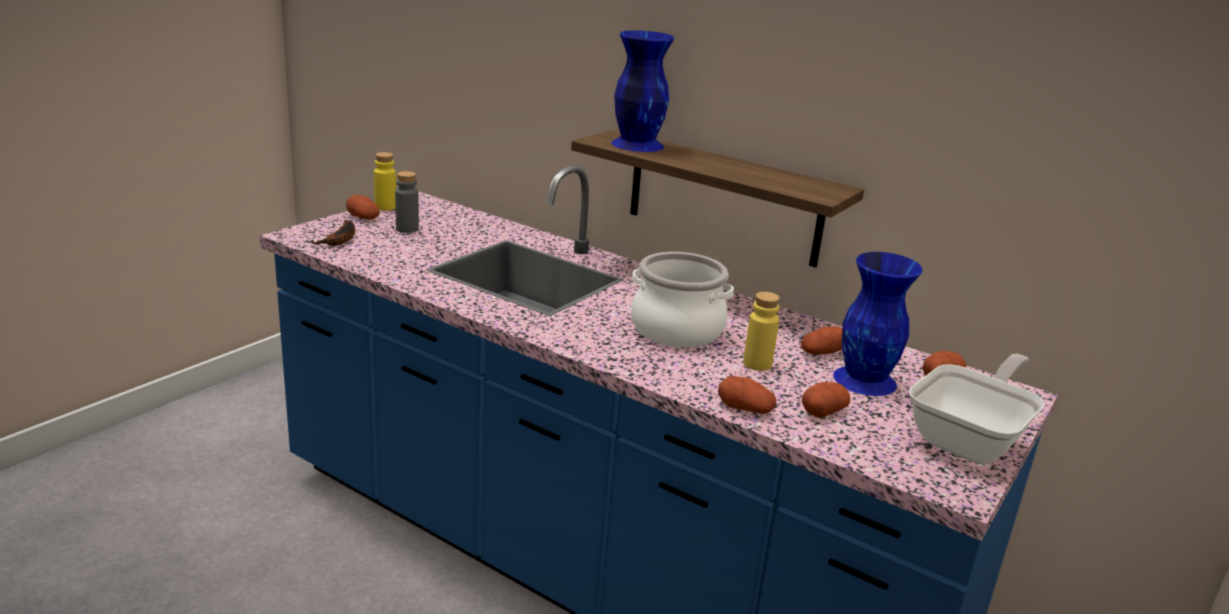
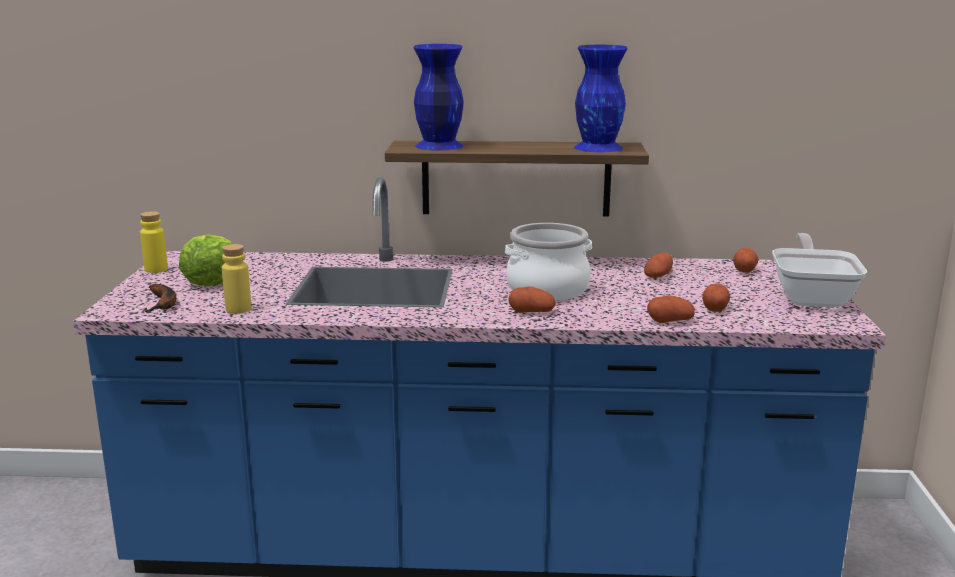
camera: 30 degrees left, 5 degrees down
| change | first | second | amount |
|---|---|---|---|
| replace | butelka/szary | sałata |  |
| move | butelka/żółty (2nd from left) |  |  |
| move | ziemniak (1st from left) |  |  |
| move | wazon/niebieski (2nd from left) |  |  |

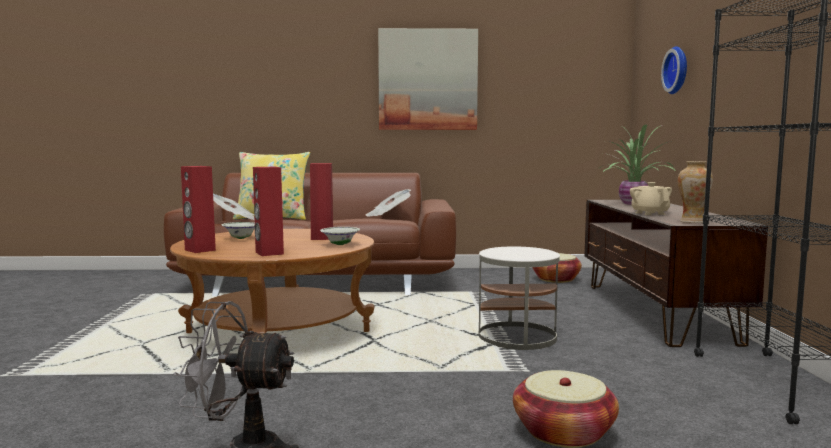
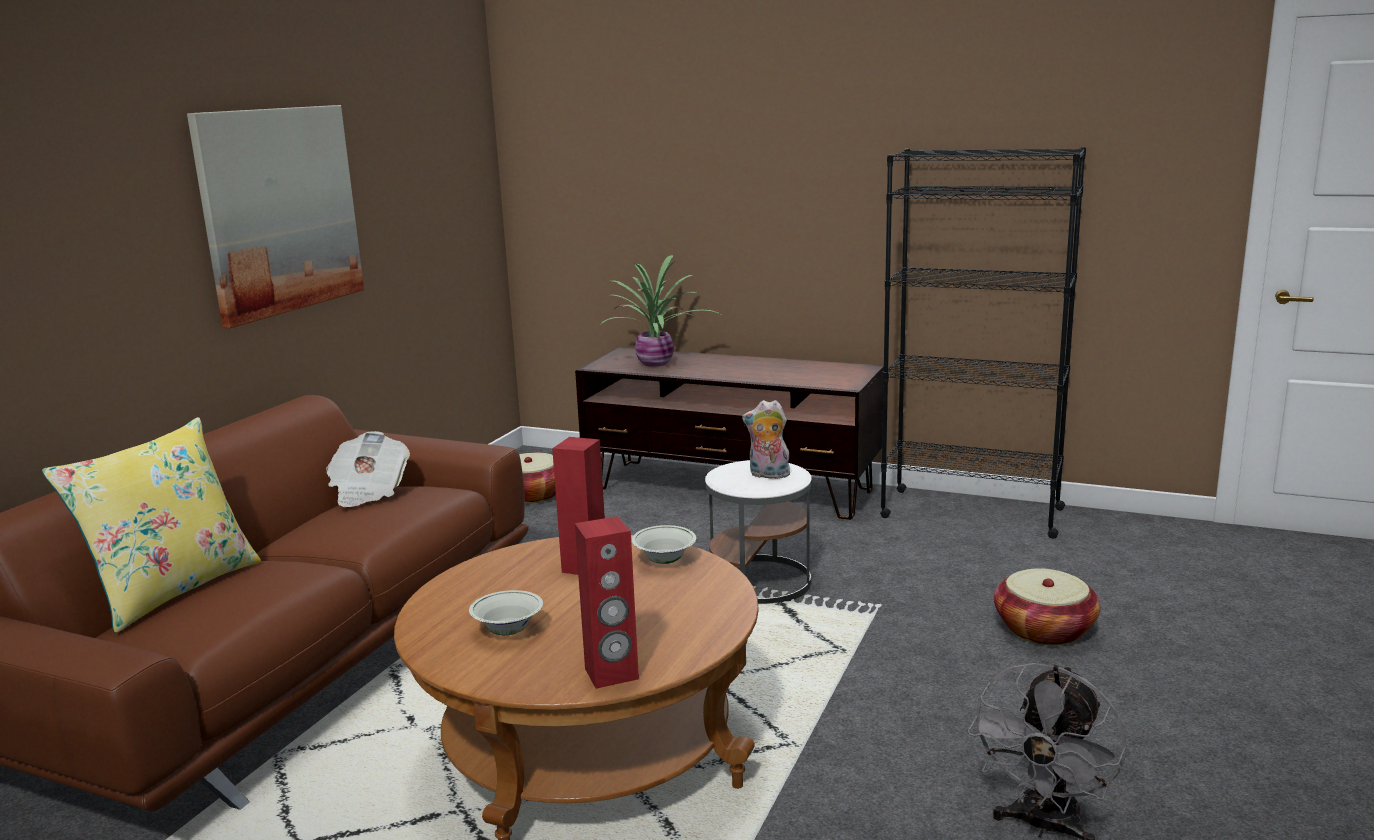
camera: 65 degrees left, 10 degrees up
| change | first | second | amount |
|---|---|---|---|
| insert |  | pluszak |  |
| delete | gazeta (1st from left) |  |  |
| delete | głośnik/czerwony (2nd from left) |  |  |
| delete | imbryk/beżowy |  |  |
| delete | zegar ścienny |  |  |
| delete | wazon |  |  |

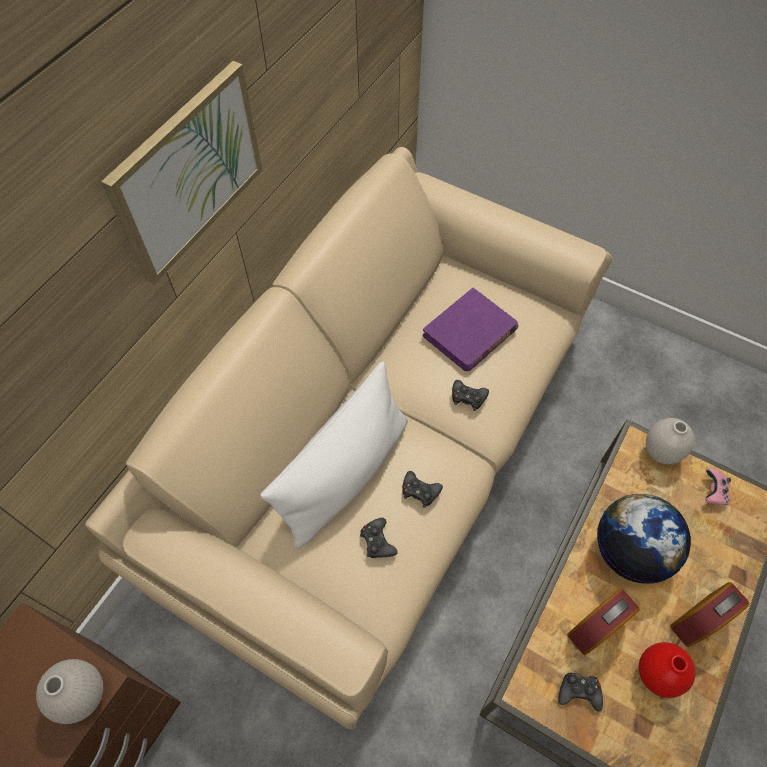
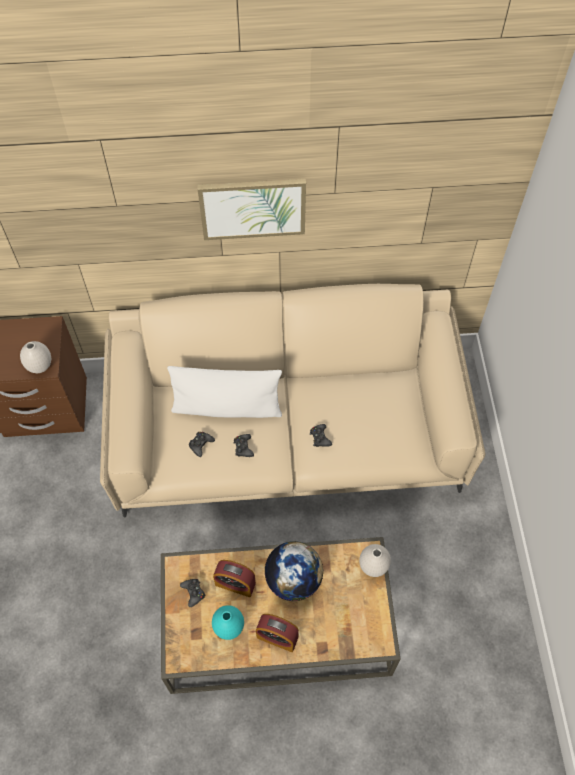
camera: 55 degrees right, 0 degrees up
| change | first | second | amount |
|---|---|---|---|
| recolor | wazon/czerwony | wazon/turkusowy |  |
| delete | książka/fioletowy |  |  |
| delete | pad do gier/różowy |  |  |

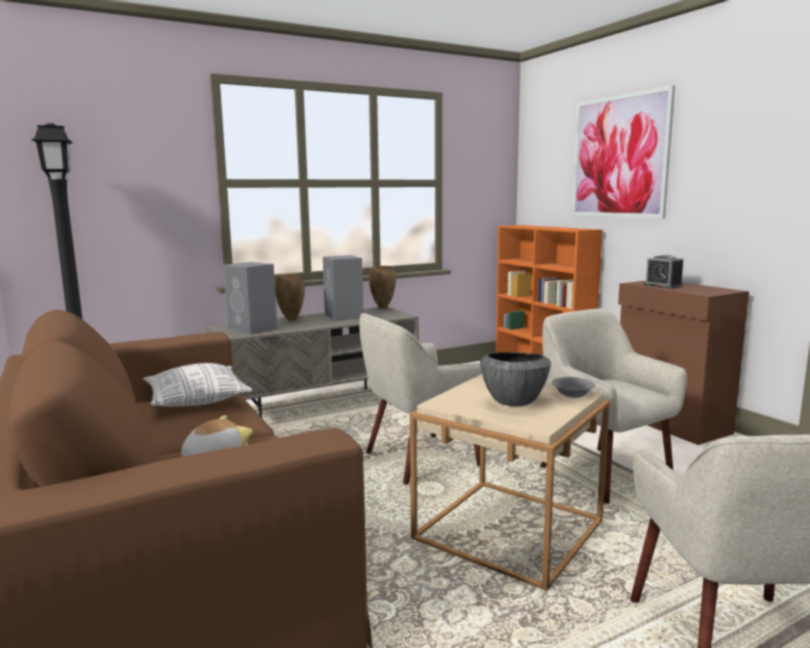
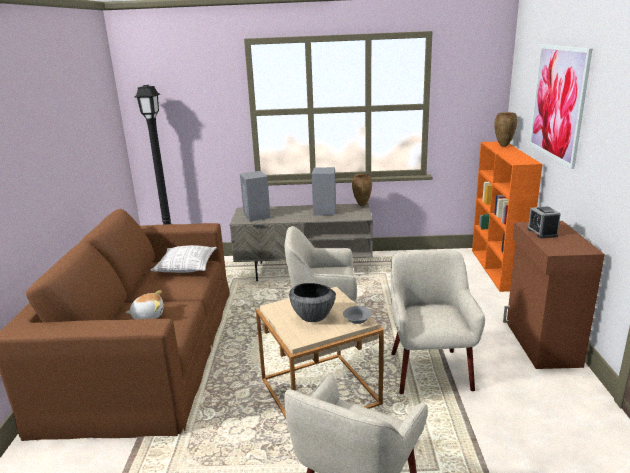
camera: 30 degrees right, 10 degrees up
| change | first | second | amount |
|---|---|---|---|
| move | wazon/brązowy (1st from left in the first image) | wazon/brązowy (2nd from left) |  |

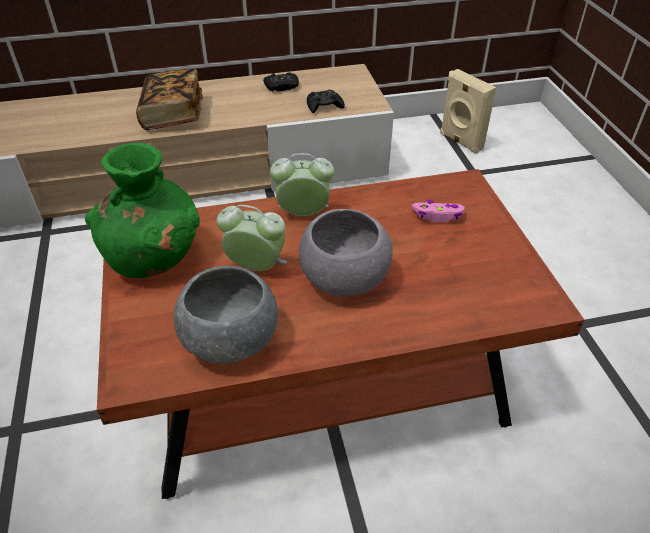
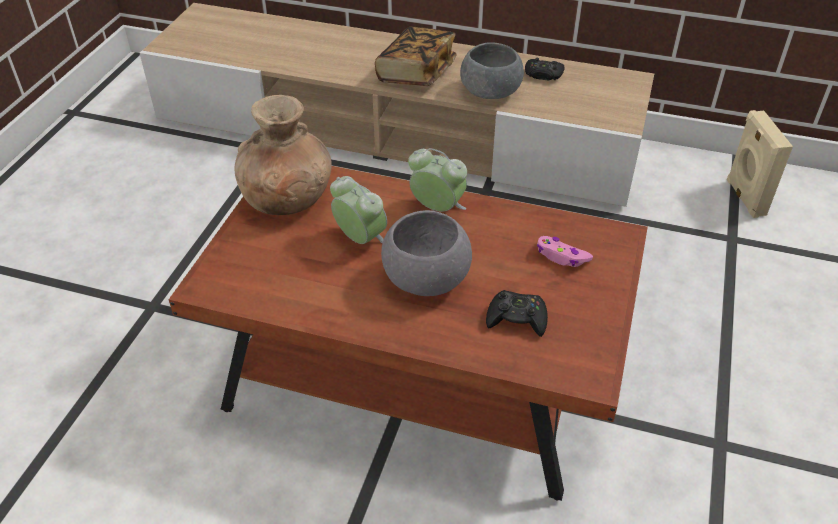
camera: 30 degrees right, 0 degrees up
| change | first | second | amount |
|---|---|---|---|
| recolor | wazon/zielony | wazon/brązowy |  |
| move | miska/szary (1st from left in the first image) | miska/szary (2nd from left) |  |
| move | pad do gier/czarny (2nd from left in the first image) | pad do gier/czarny (1st from left) |  |

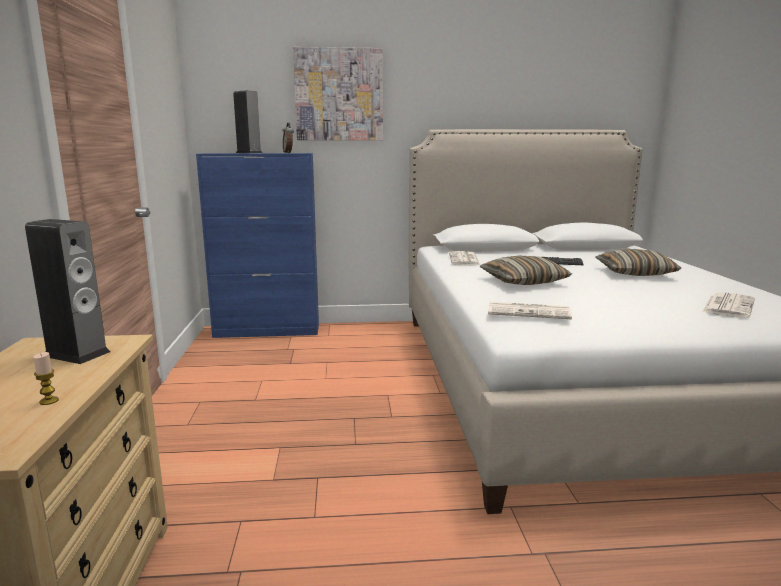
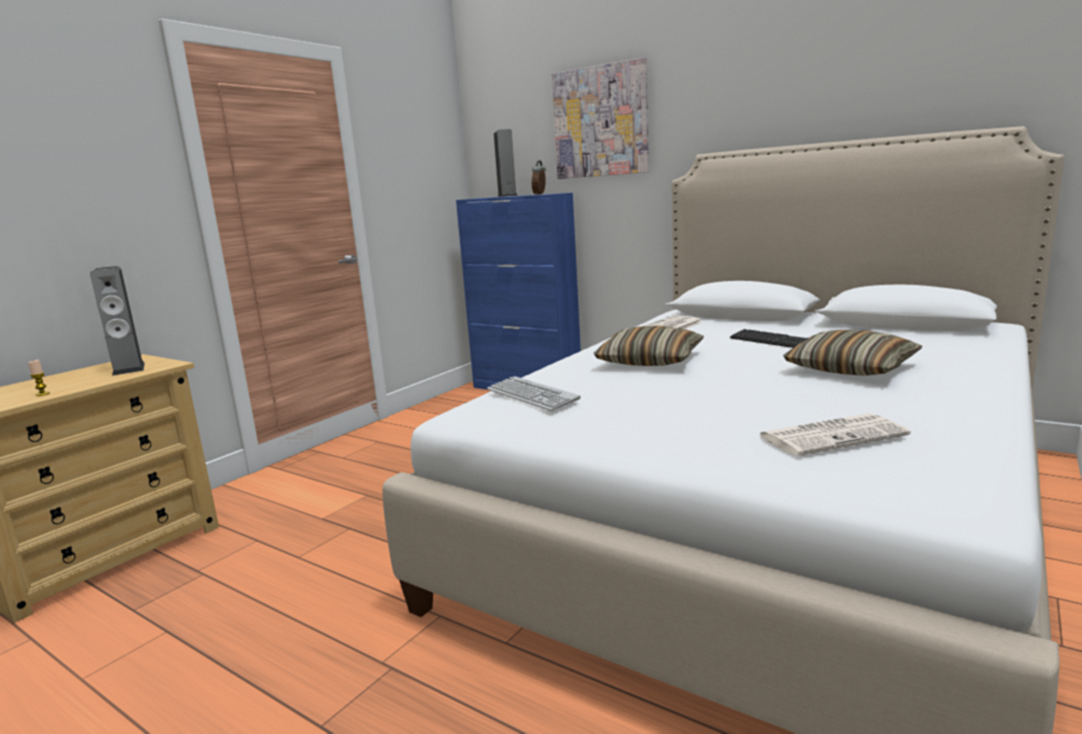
camera: 40 degrees right, 0 degrees up
| change | first | second | amount |
|---|---|---|---|
| replace | gazeta (2nd from left) | klawiatura (1st from left) |  |

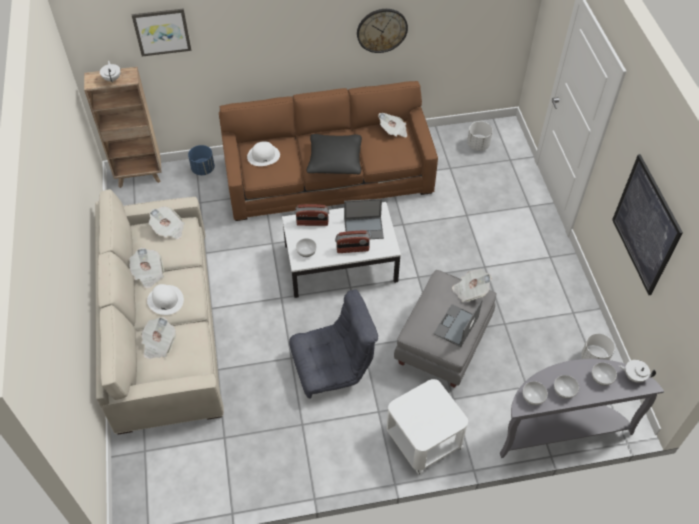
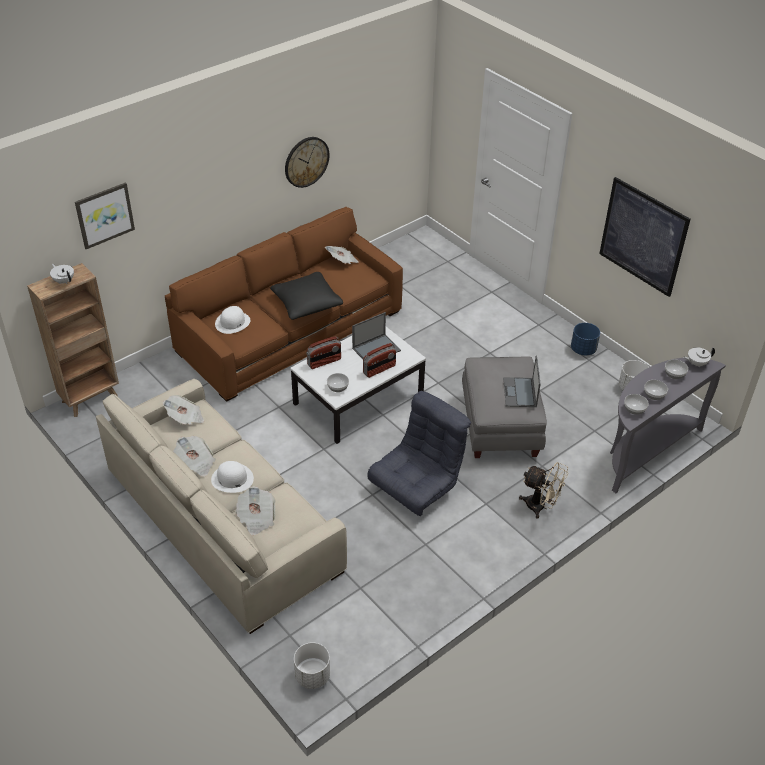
camera: 30 degrees left, 10 degrees down
| change | first | second | amount |
|---|---|---|---|
| move | donica/biały (1st from left) |  |  |
| replace | stolik/biały | wentylator/beżowy |  |
| move | donica/niebieski |  |  |
| delete | gazeta (5th from left) |  |  |

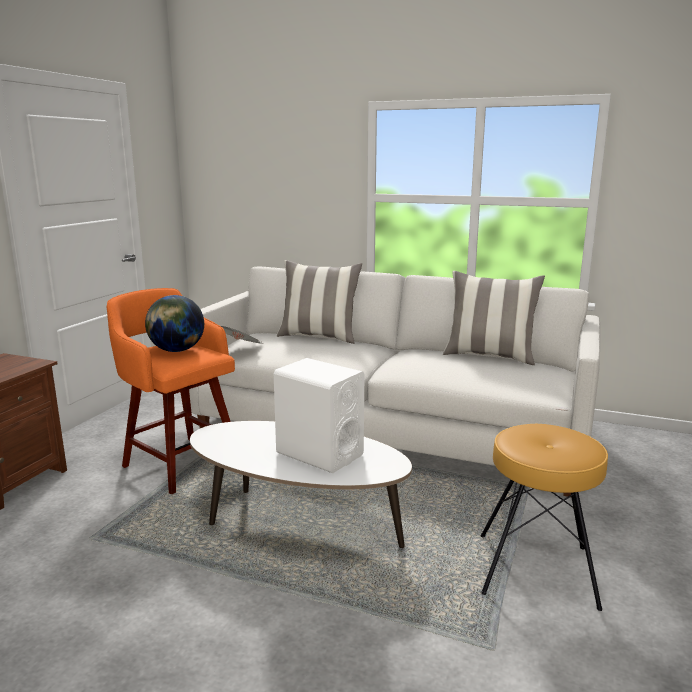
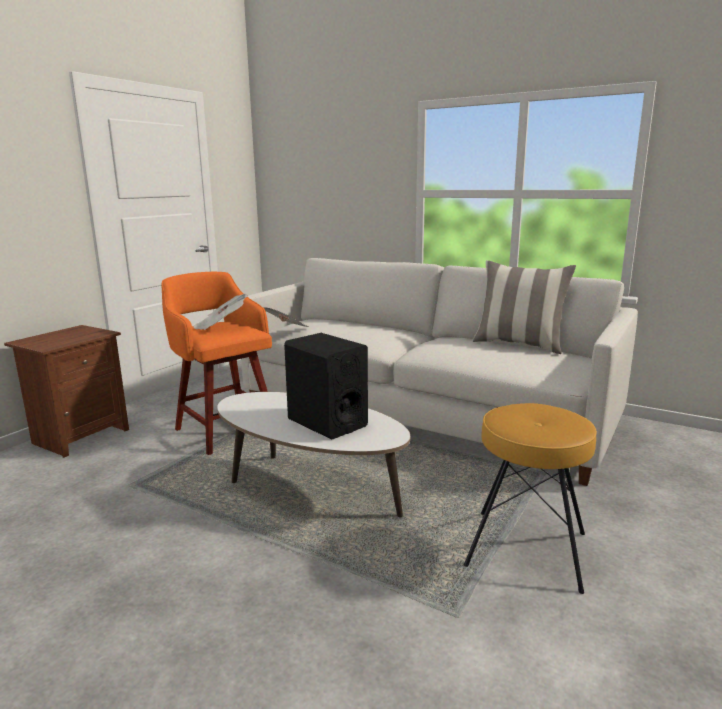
camera: 10 degrees right, 0 degrees up
| change | first | second | amount |
|---|---|---|---|
| replace | globus | gazeta (1st from left) |  |
| recolor | głośnik/biały | głośnik/czarny |  |
| delete | poduszka (1st from left) |  |  |

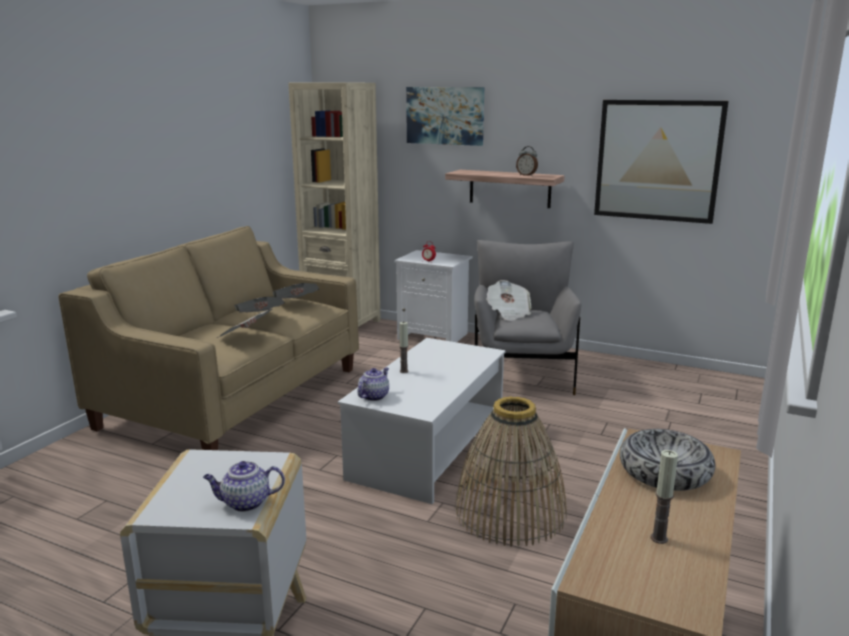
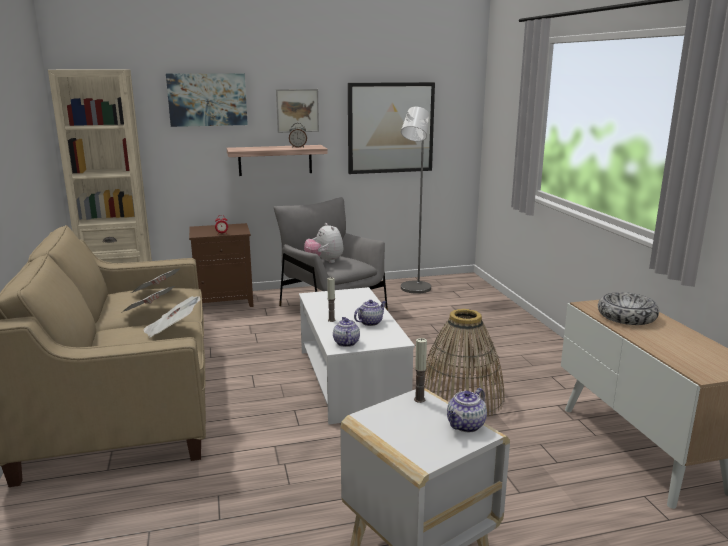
camera: 40 degrees left, 0 degrees up
| change | first | second | amount |
|---|---|---|---|
| recolor | szafka nocna/biały | szafka nocna/brązowy |  |
| insert |  | obraz (2nd from left) |  |
| replace | gazeta (4th from left) | pluszak |  |
| insert |  | imbryk (2nd from left) |  |
| insert |  | lampa stojąca/szary |  |
| move | świeca (2nd from left) |  |  |

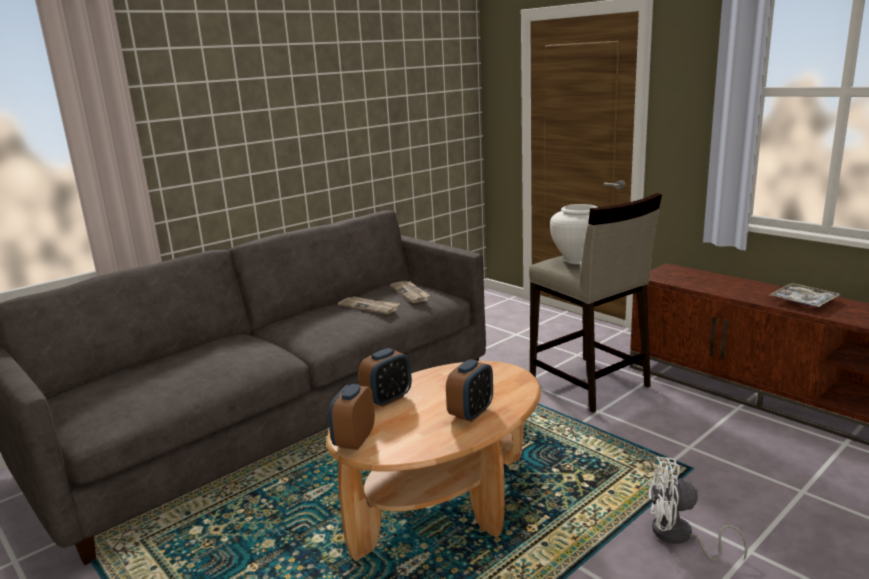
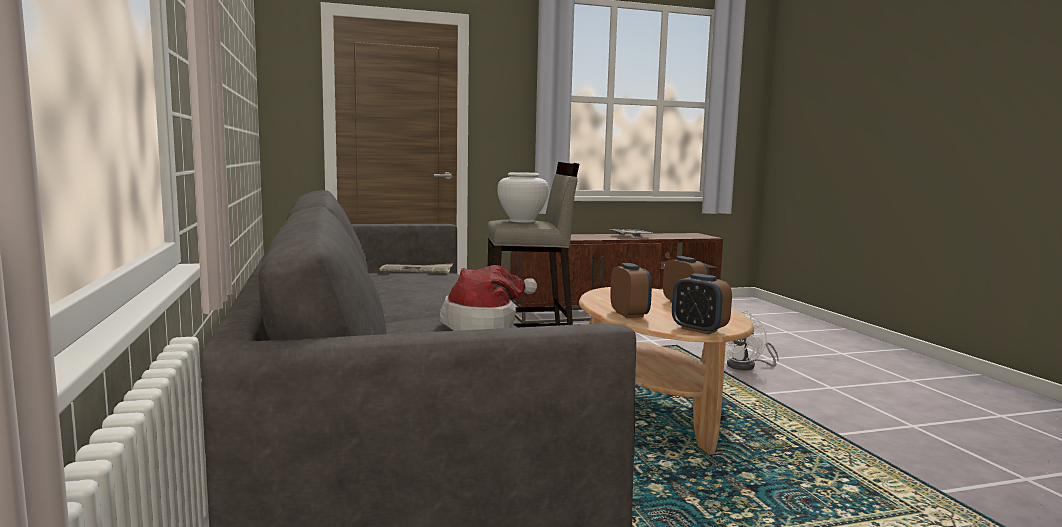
camera: 65 degrees left, 10 degrees down
| change | first | second | amount |
|---|---|---|---|
| insert |  | kapelusz |  |
| delete | gazeta (1st from left) |  |  |

